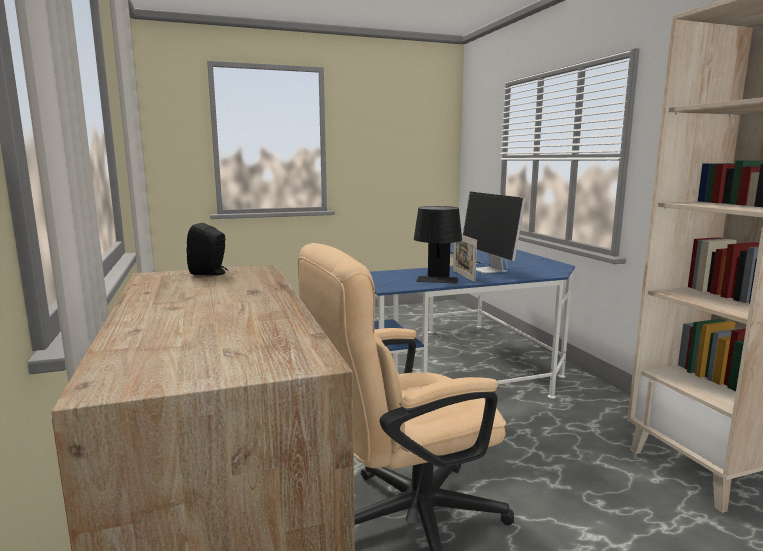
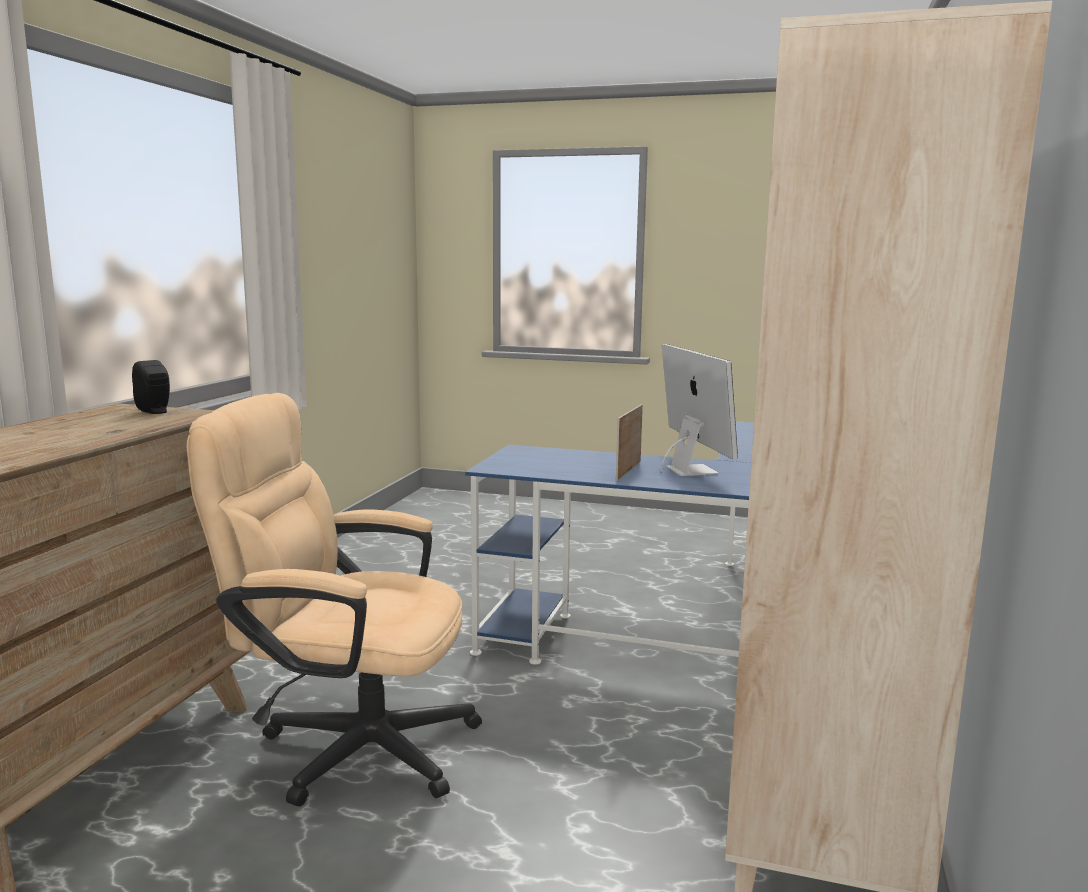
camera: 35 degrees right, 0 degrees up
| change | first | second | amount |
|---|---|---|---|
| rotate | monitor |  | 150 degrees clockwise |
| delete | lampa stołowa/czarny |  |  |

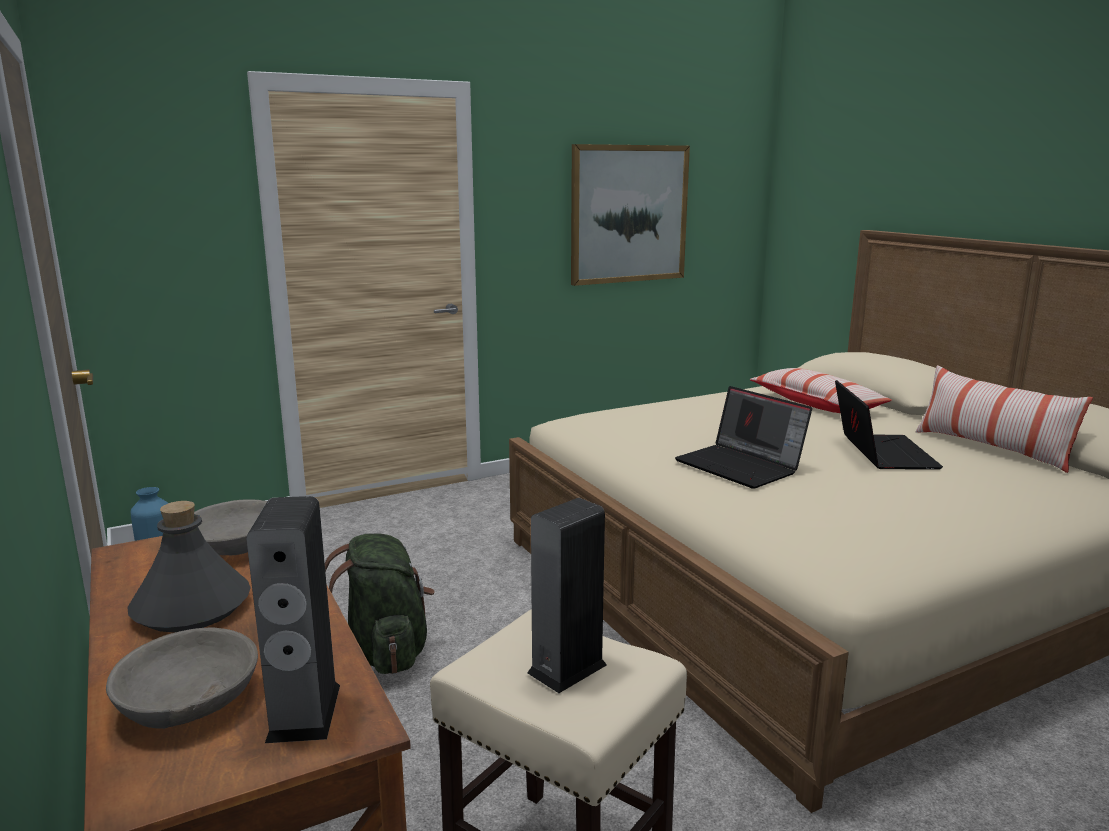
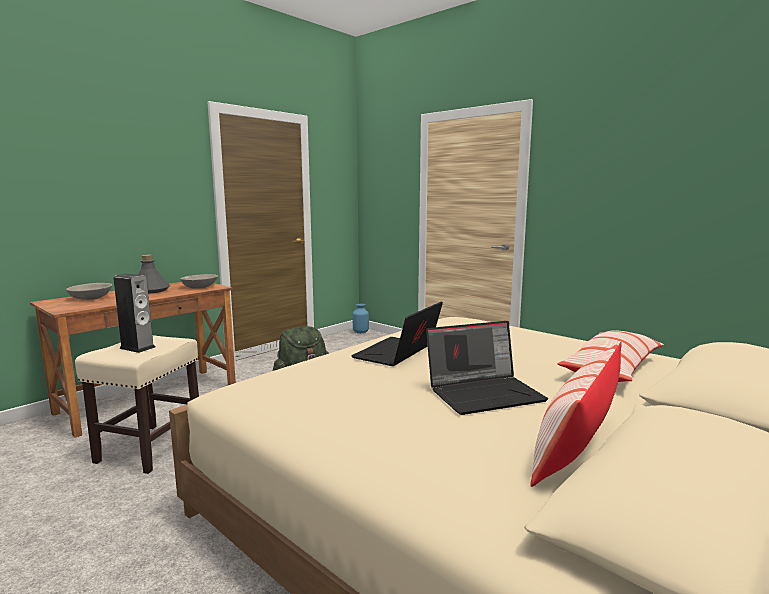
camera: 70 degrees right, 5 degrees down
| change | first | second | amount |
|---|---|---|---|
| delete | głośnik (1st from left) |  |  |
| delete | obraz |  |  |

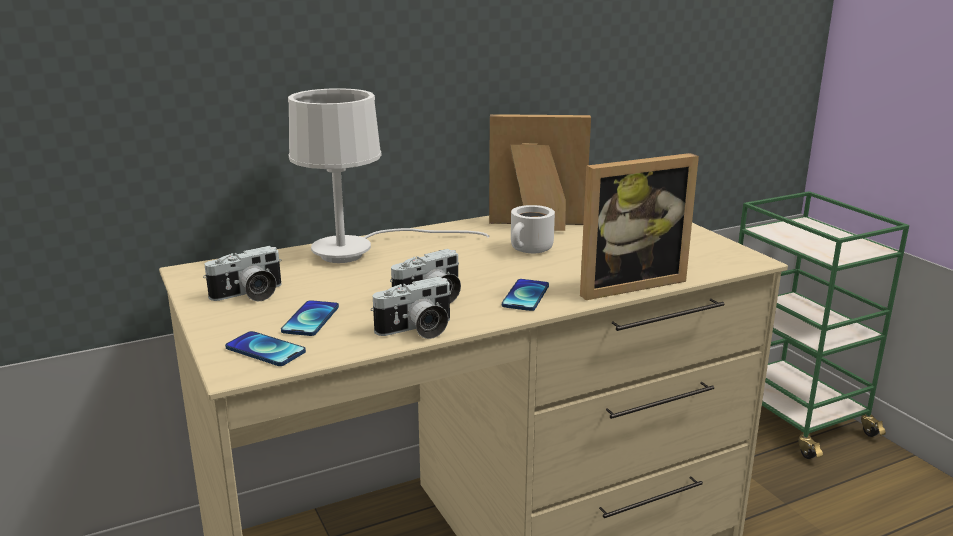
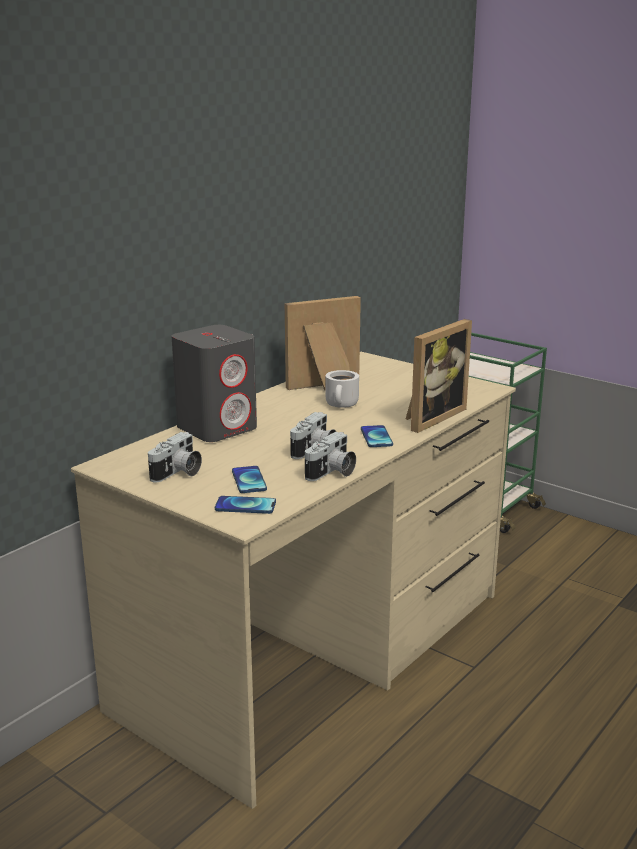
camera: 25 degrees left, 0 degrees up
| change | first | second | amount |
|---|---|---|---|
| replace | lampa stołowa/biały | głośnik/szary |  |

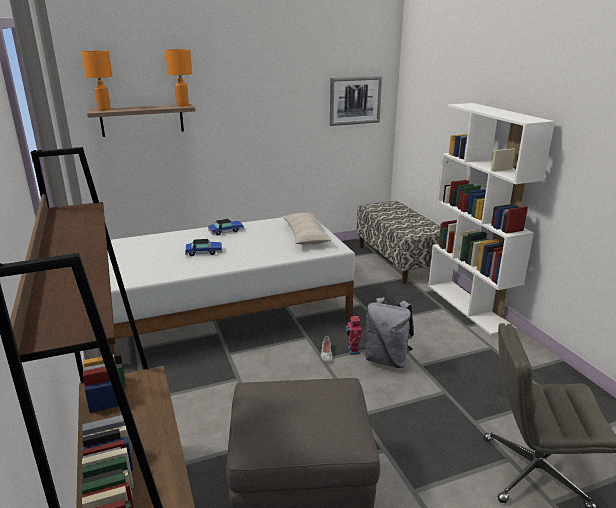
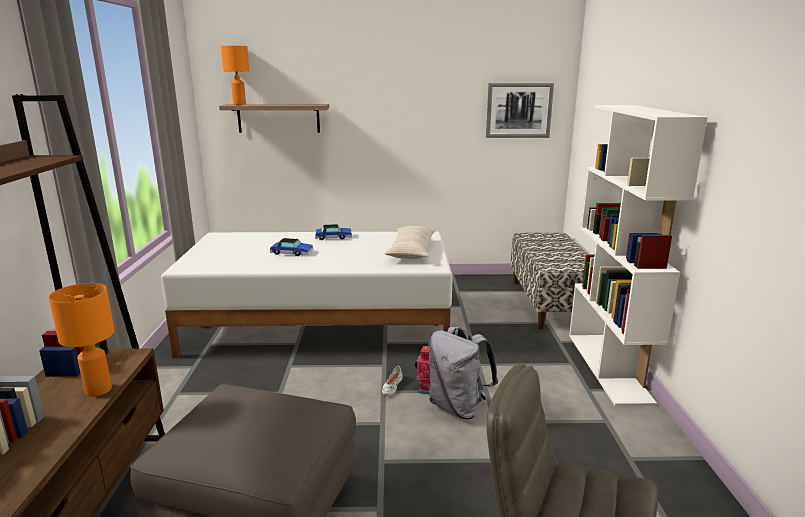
camera: 20 degrees right, 5 degrees down
| change | first | second | amount |
|---|---|---|---|
| move | lampa stołowa/pomarańczowy (2nd from left in the first image) | lampa stołowa/pomarańczowy (1st from left) |  |

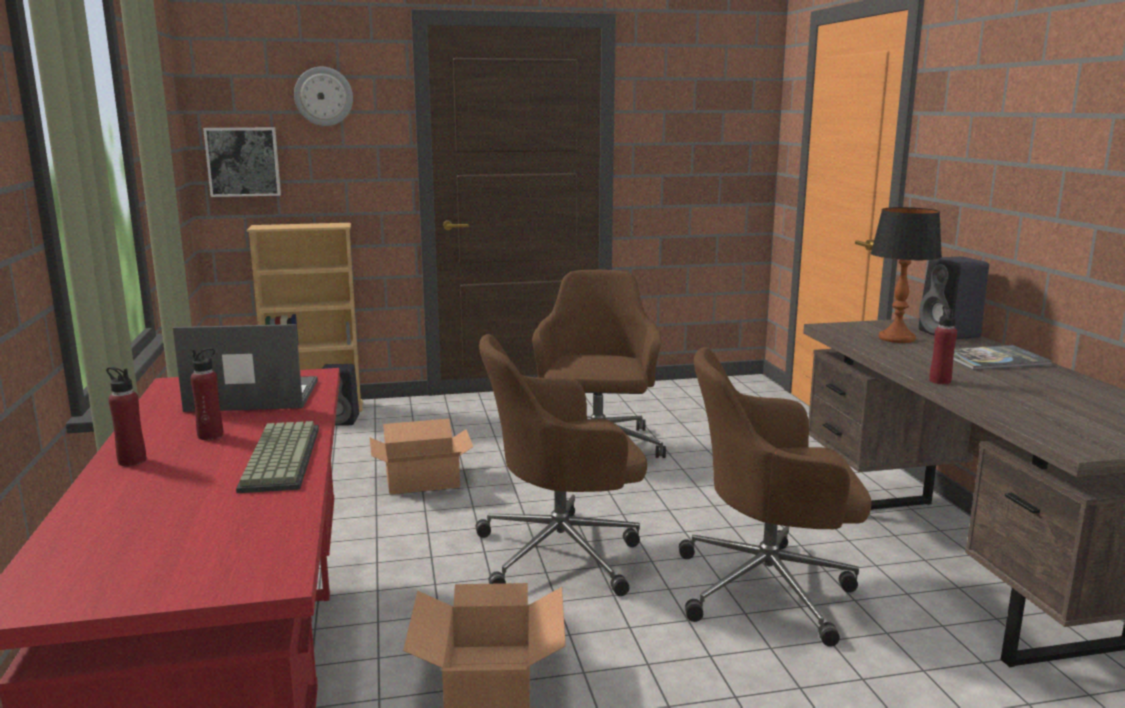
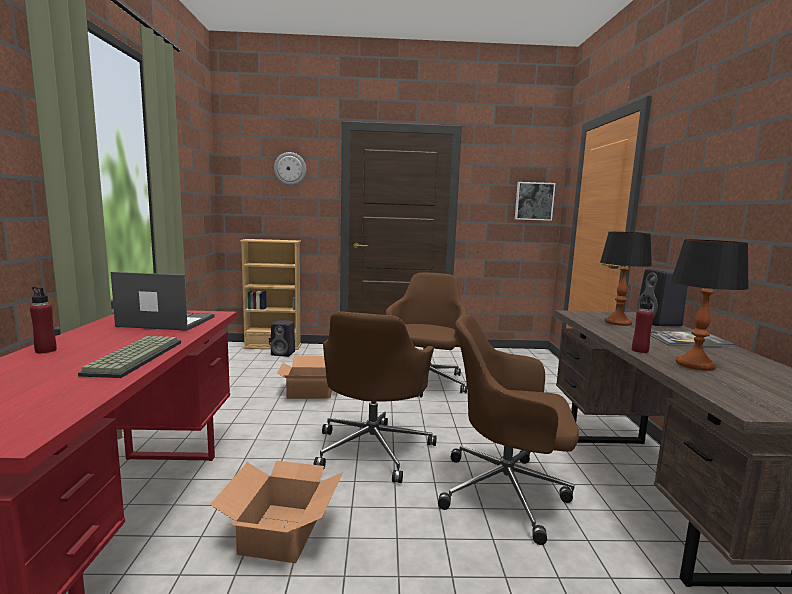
camera: 10 degrees right, 5 degrees down
| change | first | second | amount |
|---|---|---|---|
| rotate | krzesło biurowe/brązowy (1st from left) |  | 75 degrees counterclockwise |
| move | obraz |  |  |
| insert |  | lampa stołowa (2nd from left) |  |
| delete | butelka/czerwony (2nd from left) |  |  |

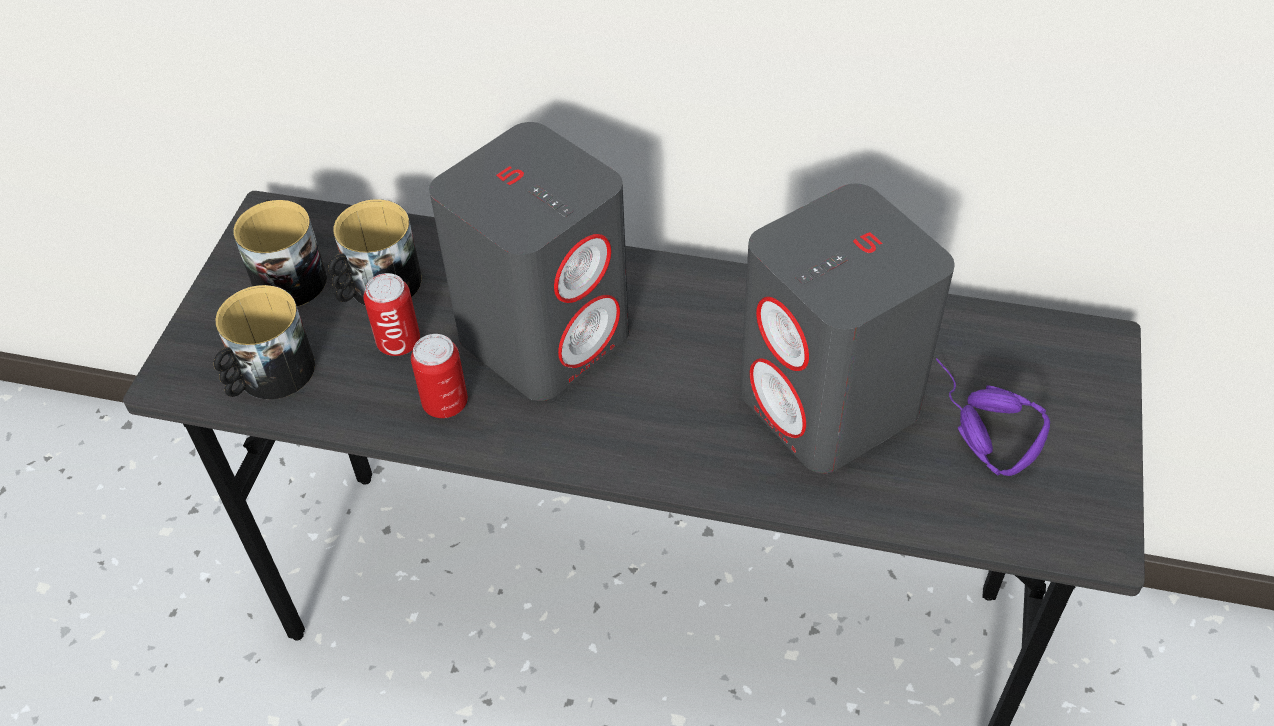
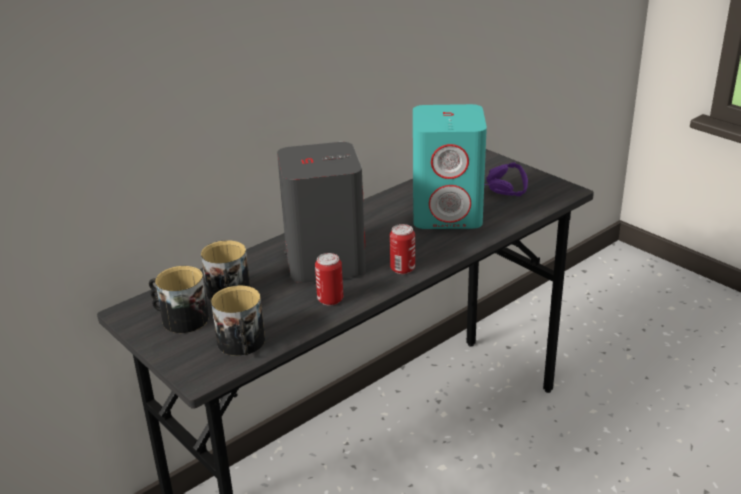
camera: 55 degrees left, 20 degrees down
| change | first | second | amount |
|---|---|---|---|
| move | puszka (1st from left in the first image) | puszka (2nd from left) |  |
| recolor | głośnik/szary (2nd from left) | głośnik/turkusowy |  |

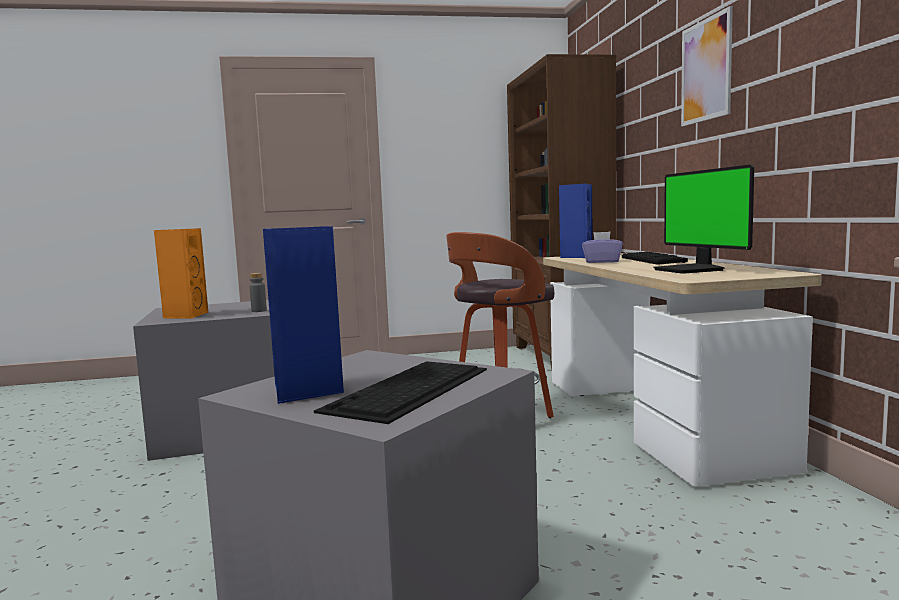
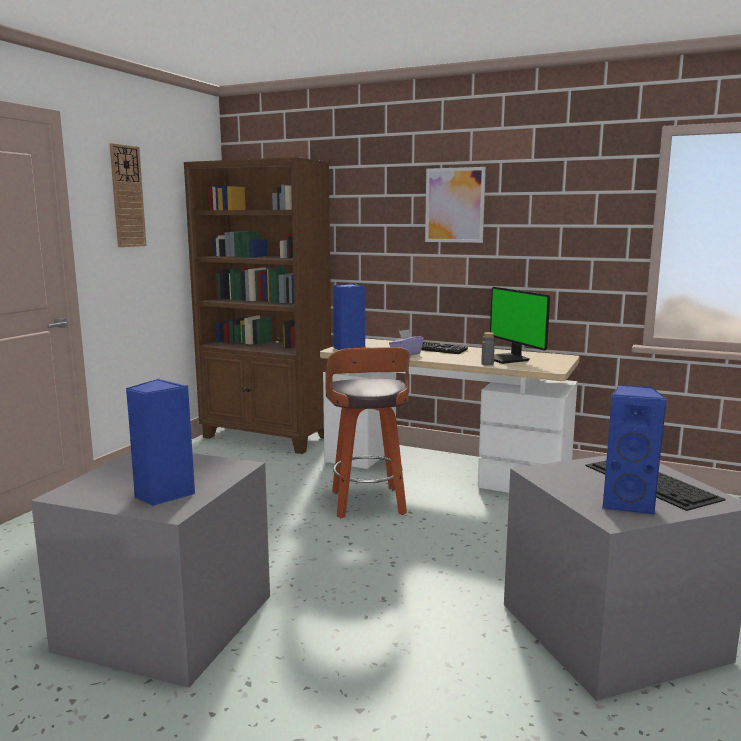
camera: 55 degrees left, 5 degrees up
| change | first | second | amount |
|---|---|---|---|
| insert |  | zegar ścienny |  |
| recolor | głośnik/pomarańczowy | głośnik/niebieski (1st from left) |  |
| move | butelka/szary |  |  |
| rotate | monitor |  | 45 degrees clockwise |

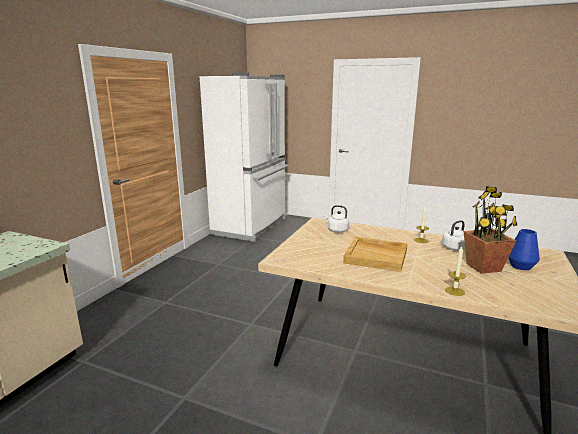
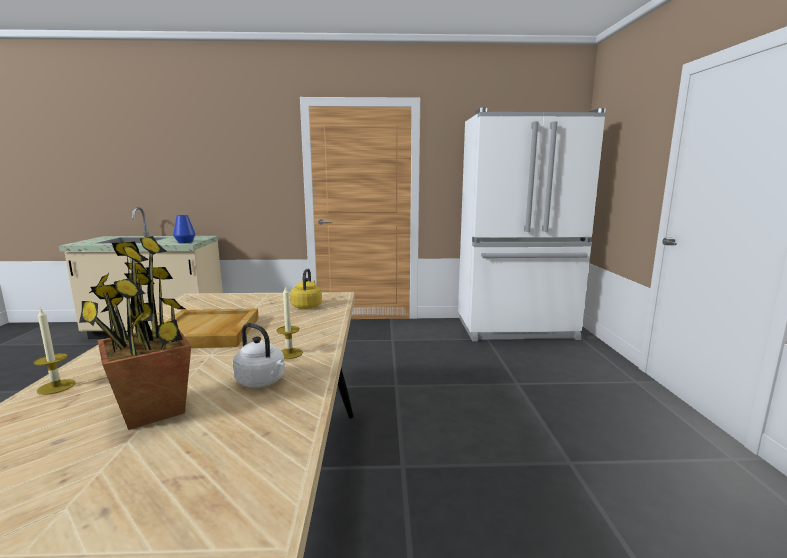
camera: 65 degrees right, 5 degrees down
| change | first | second | amount |
|---|---|---|---|
| move | wazon/niebieski |  |  |
| recolor | czajnik/biały (1st from left) | czajnik/żółty |  |

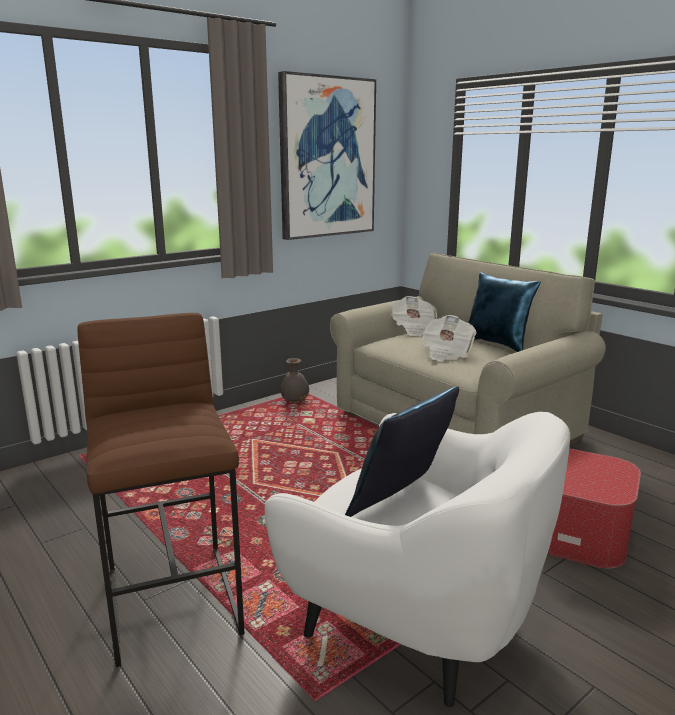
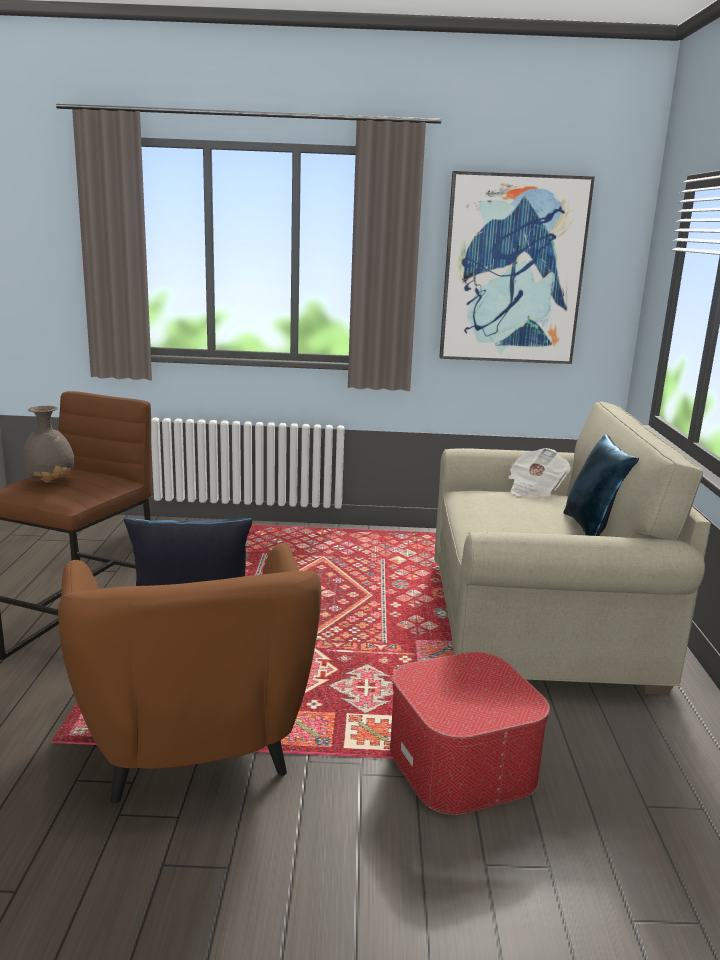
camera: 40 degrees right, 0 degrees up
| change | first | second | amount |
|---|---|---|---|
| move | wazon/szary |  |  |
| recolor | fotel/biały | fotel/brązowy |  |
| delete | gazeta (2nd from left) |  |  |

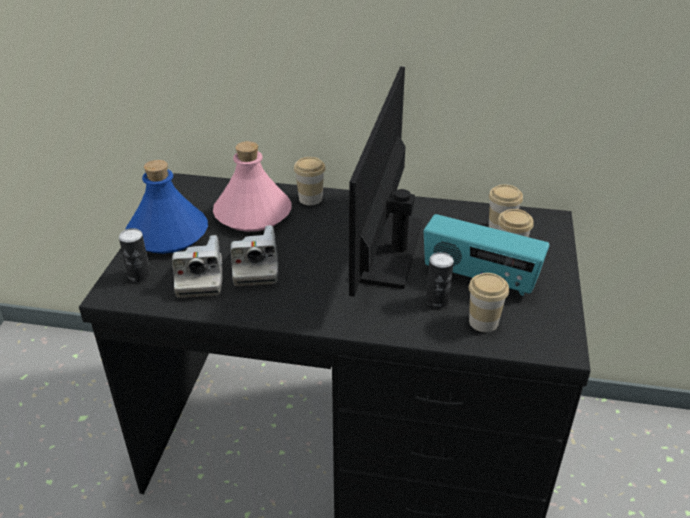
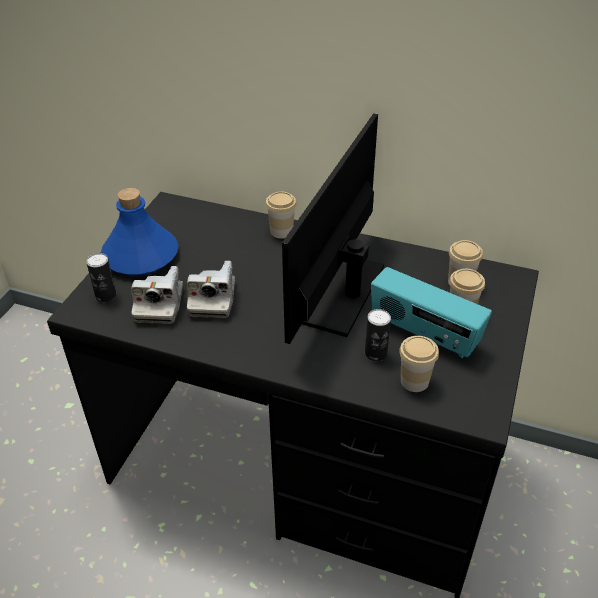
camera: 10 degrees right, 5 degrees up
| change | first | second | amount |
|---|---|---|---|
| delete | butelka/różowy |  |  |

